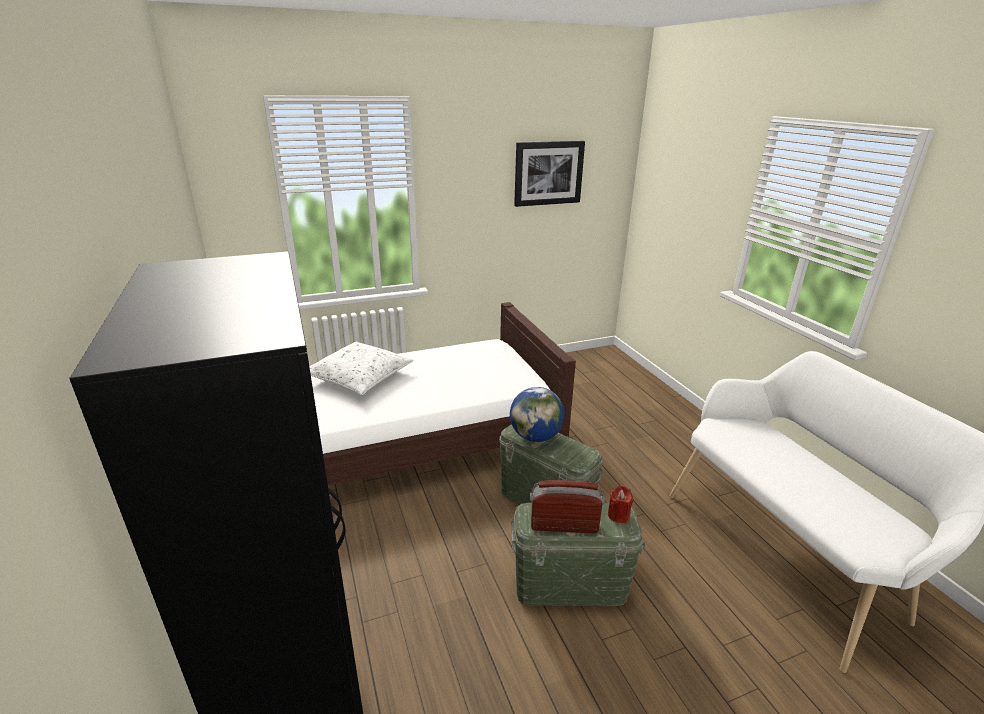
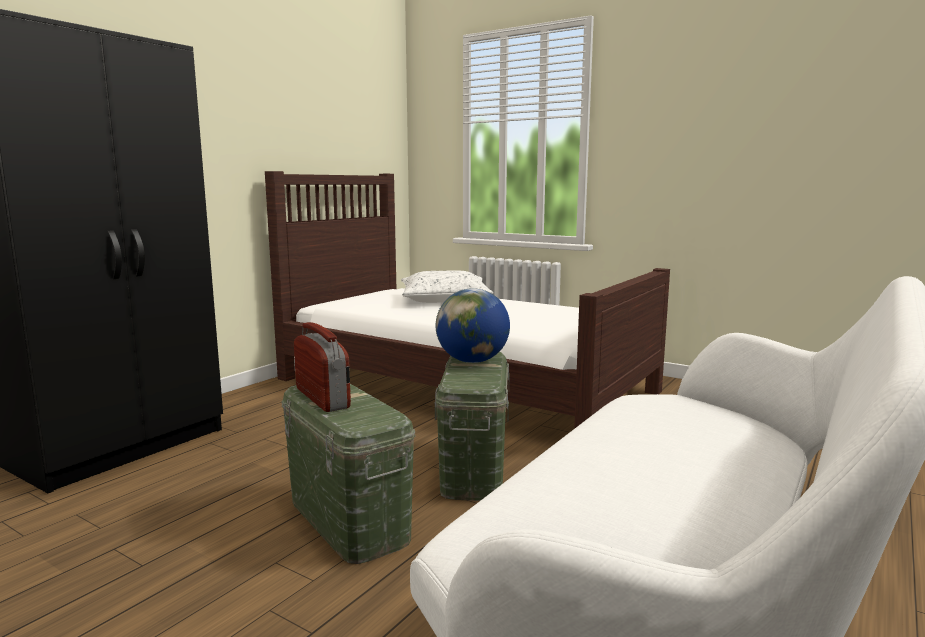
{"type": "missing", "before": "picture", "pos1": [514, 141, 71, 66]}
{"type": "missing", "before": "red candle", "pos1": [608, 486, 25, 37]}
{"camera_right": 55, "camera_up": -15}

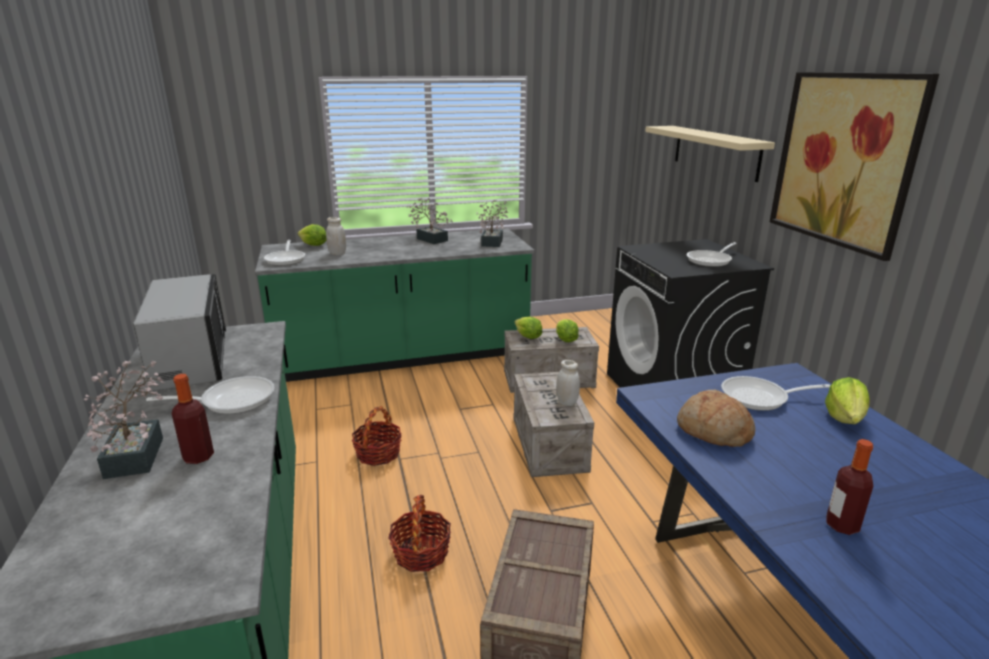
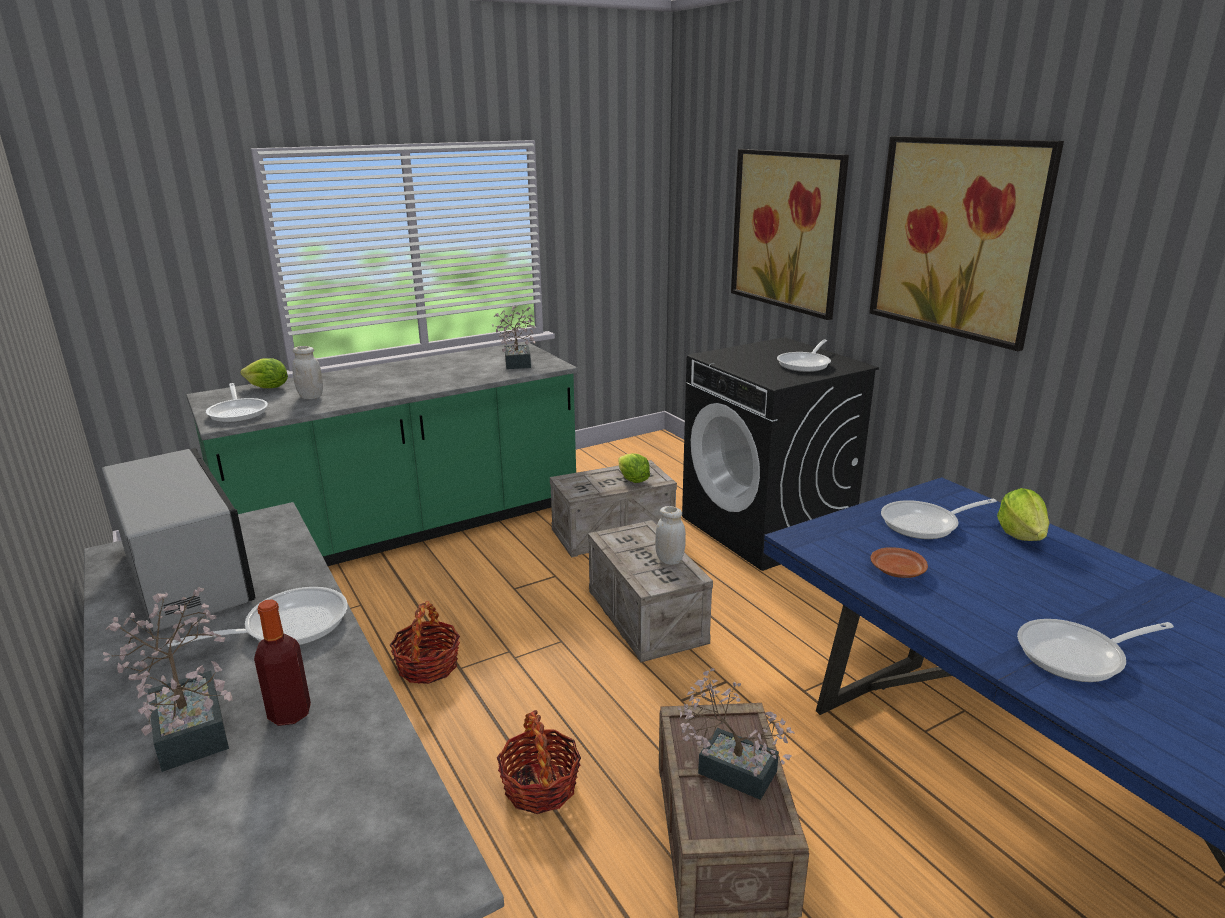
{"type": "exchanged", "before": "beige shelf", "after": "picture", "pos1": [645, 126, 130, 56], "pos2": [731, 149, 118, 171]}
{"type": "relocated", "before": "potted plant", "pos1": [407, 198, 46, 46], "pos2": [677, 668, 118, 132]}
{"type": "missing", "before": "lettuce", "pos1": [515, 316, 28, 23]}
{"type": "exchanged", "before": "bread", "after": "brown plate", "pos1": [677, 390, 78, 57], "pos2": [871, 547, 57, 31]}
{"type": "exchanged", "before": "bottle", "after": "frying pan", "pos1": [826, 439, 47, 96], "pos2": [1017, 619, 157, 63]}
{"camera_right": -15, "camera_up": 0}

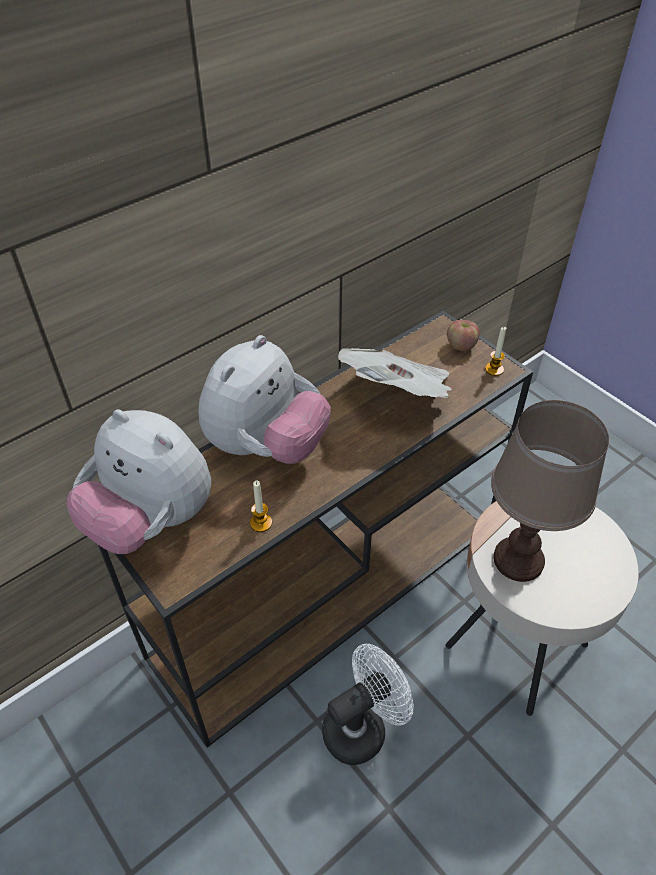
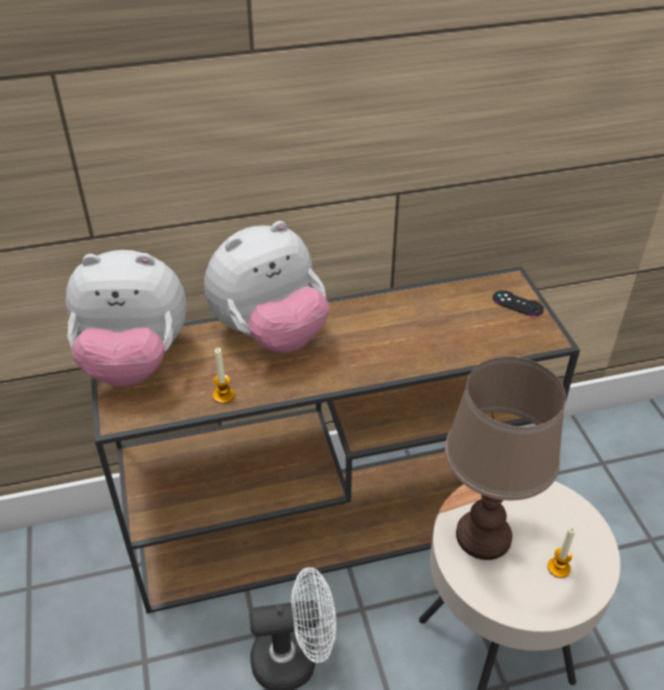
{"type": "exchanged", "before": "apple", "after": "black game controller", "pos1": [447, 320, 33, 31], "pos2": [493, 290, 51, 26]}
{"type": "relocated", "before": "candle", "pos1": [485, 327, 21, 49], "pos2": [547, 528, 28, 50]}
{"type": "missing", "before": "newspaper", "pos1": [338, 348, 114, 50]}
{"type": "spun", "before": "plush toy", "pos1": [67, 409, 144, 145], "pos2": [65, 250, 122, 137], "turn": -60}
{"camera_right": 25, "camera_up": -5}

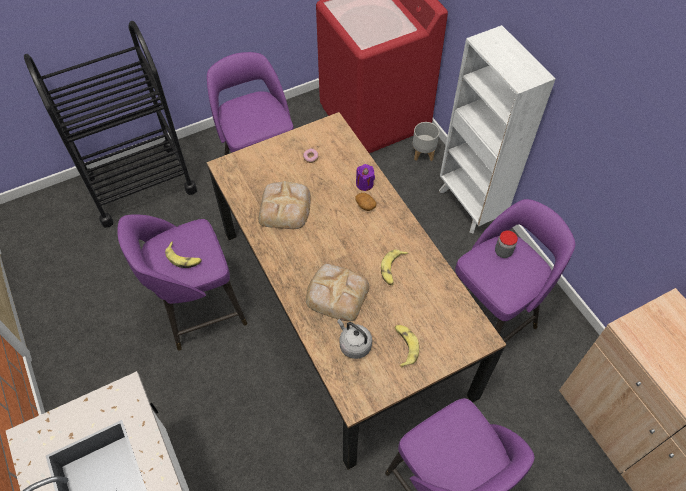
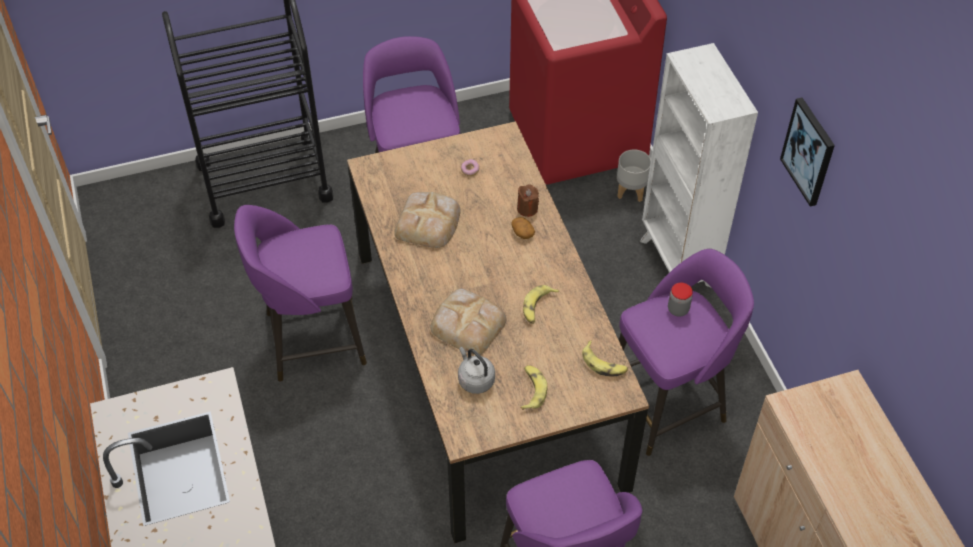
{"type": "colour", "before": "purple candle", "after": "brown candle", "pos1": [356, 164, 19, 27], "pos2": [517, 184, 22, 33]}
{"type": "relocated", "before": "banana", "pos1": [165, 242, 37, 26], "pos2": [582, 341, 46, 36]}
{"type": "appeared", "after": "picture", "pos2": [780, 98, 55, 109]}
{"camera_right": 10, "camera_up": -5}

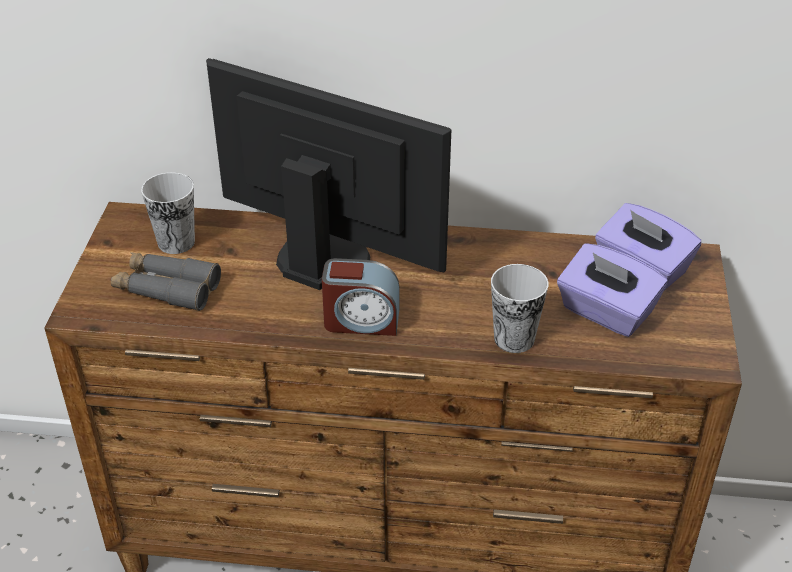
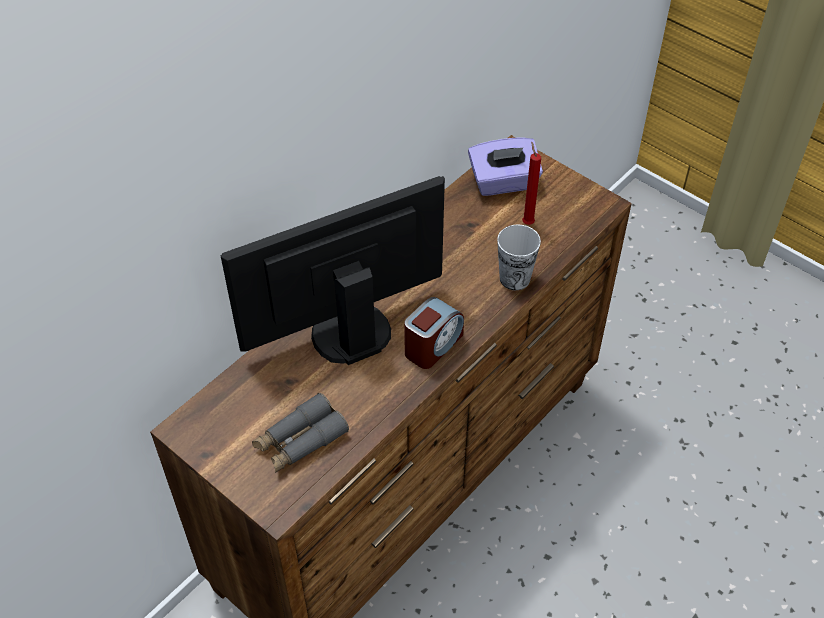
{"type": "missing", "before": "cup", "pos1": [141, 172, 54, 82]}
{"type": "exchanged", "before": "purple tissue box", "after": "red candle", "pos1": [557, 243, 110, 94], "pos2": [522, 142, 19, 83]}
{"camera_right": -55, "camera_up": 10}

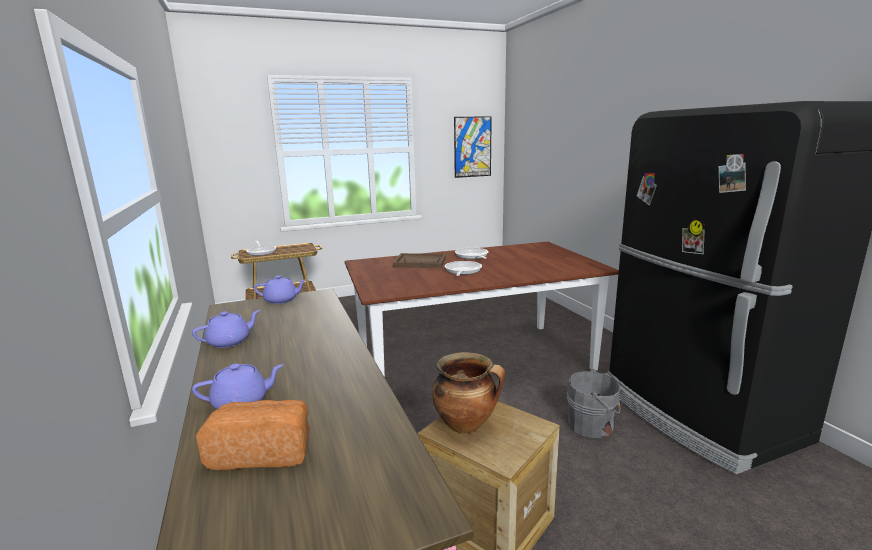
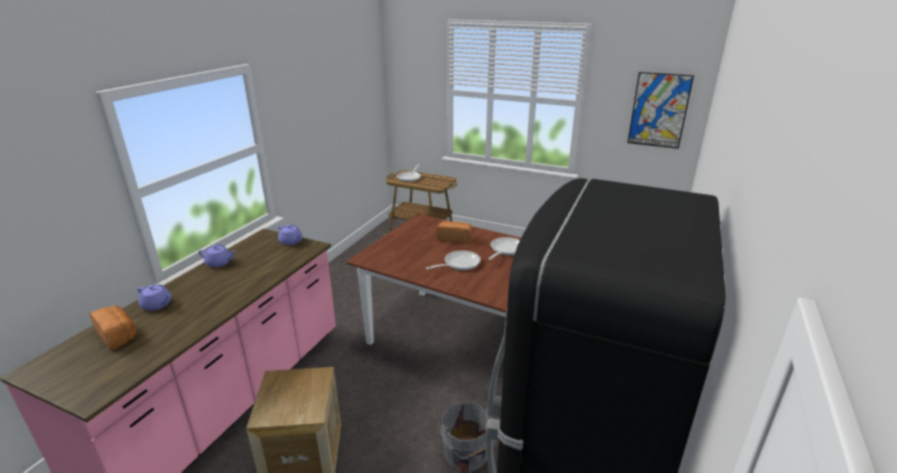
{"type": "exchanged", "before": "brown tray", "after": "bread", "pos1": [393, 253, 53, 15], "pos2": [437, 221, 35, 23]}
{"type": "missing", "before": "cooking pot", "pos1": [432, 352, 73, 81]}
{"camera_right": 45, "camera_up": 10}

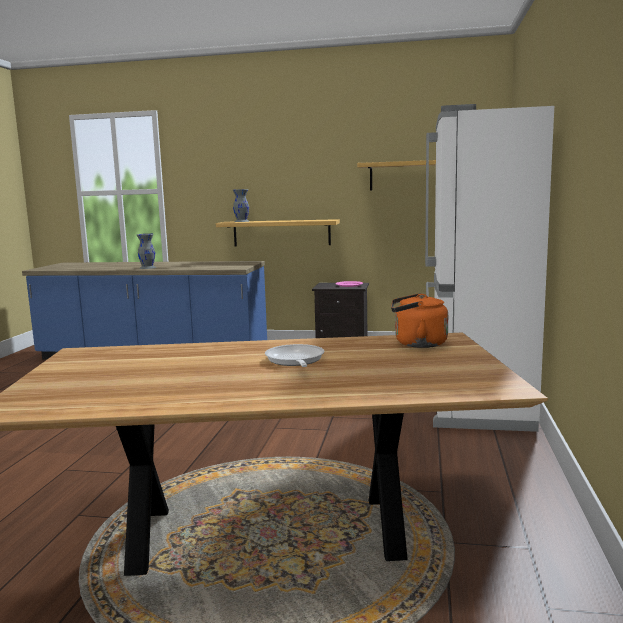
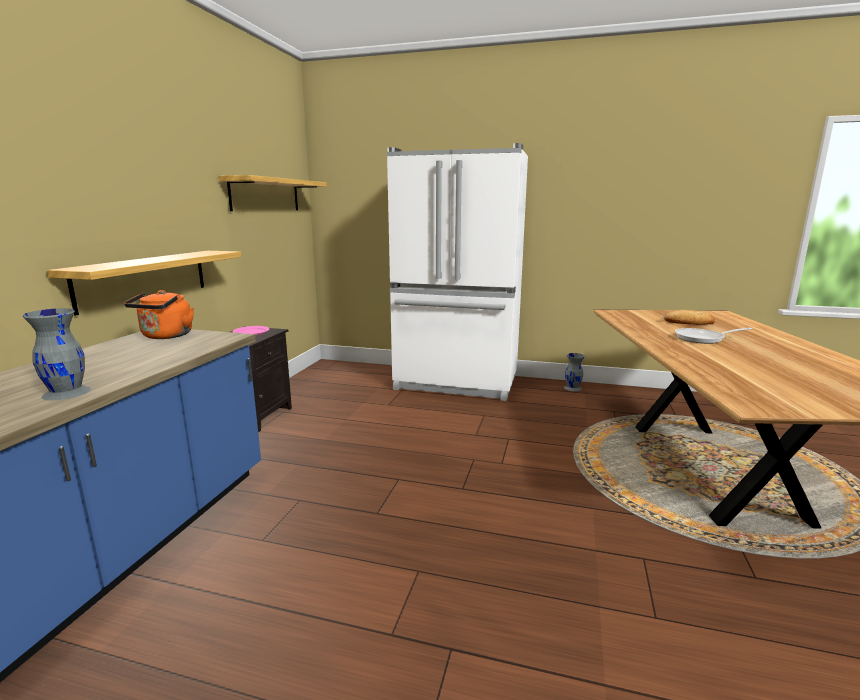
{"type": "relocated", "before": "grey vase", "pos1": [233, 189, 17, 33], "pos2": [564, 353, 21, 38]}
{"type": "relocated", "before": "orange kettle", "pos1": [391, 293, 57, 55], "pos2": [124, 290, 70, 49]}
{"type": "appeared", "after": "bread", "pos2": [664, 310, 51, 15]}
{"camera_right": -85, "camera_up": 5}

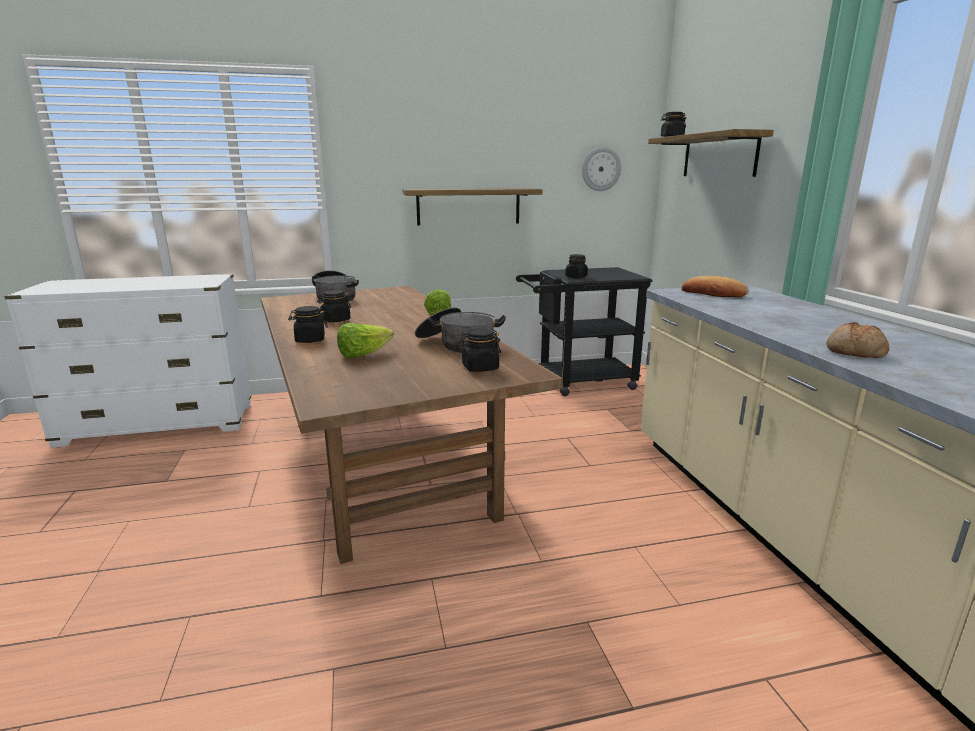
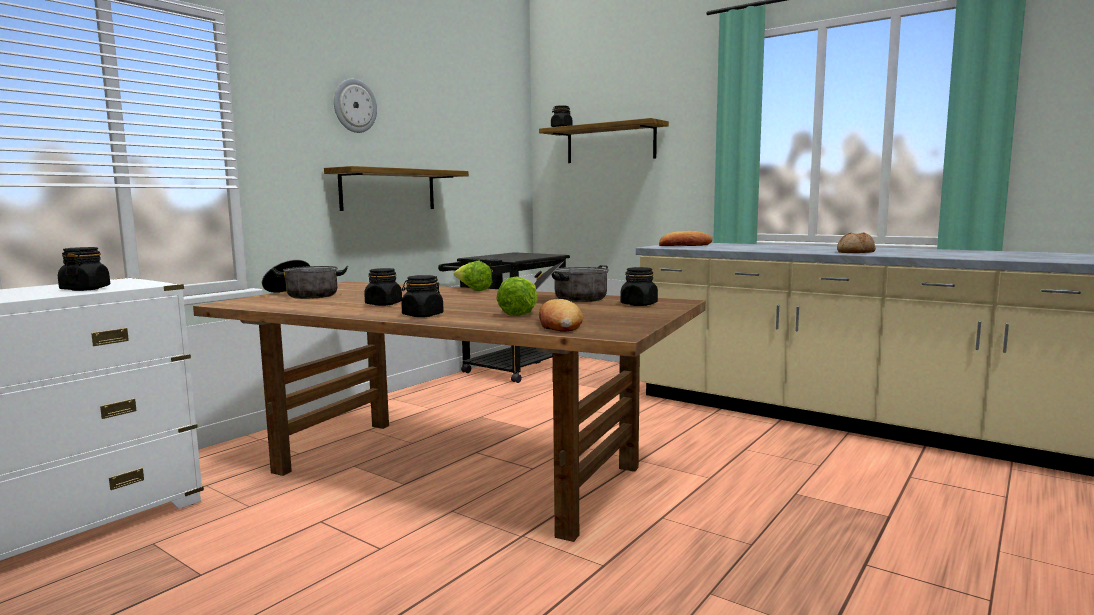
{"type": "relocated", "before": "wall clock", "pos1": [582, 147, 39, 44], "pos2": [334, 79, 43, 54]}
{"type": "relocated", "before": "black jar", "pos1": [565, 254, 23, 24], "pos2": [58, 247, 52, 44]}
{"type": "appeared", "after": "bread", "pos2": [539, 299, 44, 33]}
{"camera_right": -40, "camera_up": -10}

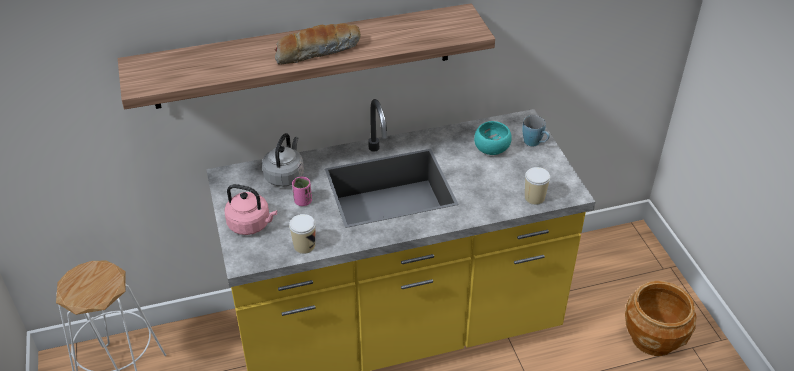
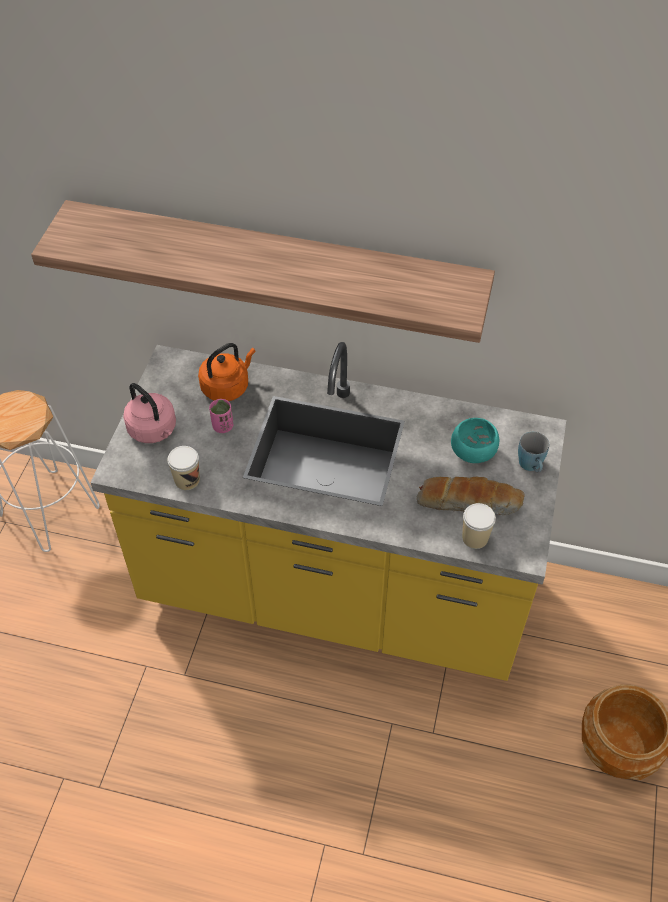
{"type": "relocated", "before": "bread", "pos1": [274, 23, 87, 42], "pos2": [417, 477, 108, 38]}
{"type": "colour", "before": "grey kettle", "after": "orange kettle", "pos1": [262, 133, 42, 54], "pos2": [198, 343, 58, 58]}
{"camera_right": 30, "camera_up": 10}

